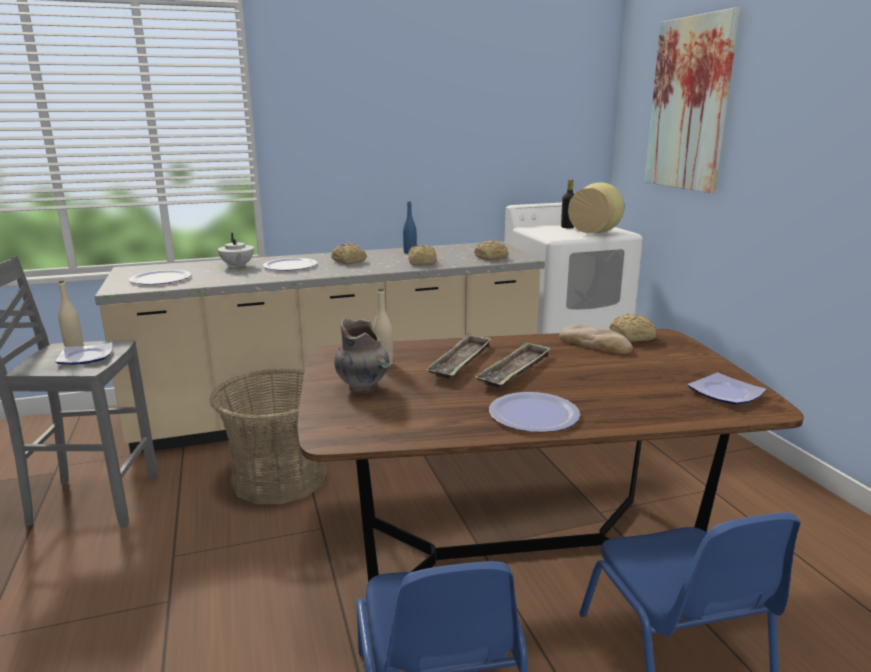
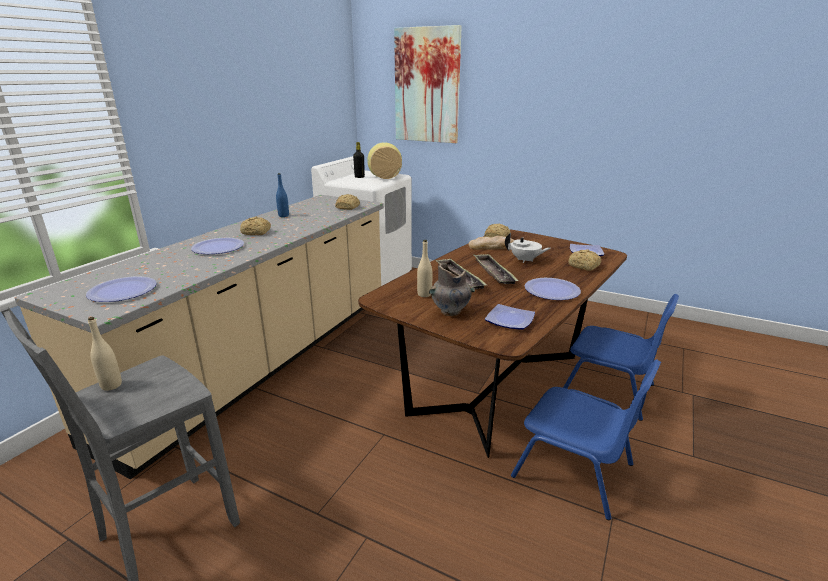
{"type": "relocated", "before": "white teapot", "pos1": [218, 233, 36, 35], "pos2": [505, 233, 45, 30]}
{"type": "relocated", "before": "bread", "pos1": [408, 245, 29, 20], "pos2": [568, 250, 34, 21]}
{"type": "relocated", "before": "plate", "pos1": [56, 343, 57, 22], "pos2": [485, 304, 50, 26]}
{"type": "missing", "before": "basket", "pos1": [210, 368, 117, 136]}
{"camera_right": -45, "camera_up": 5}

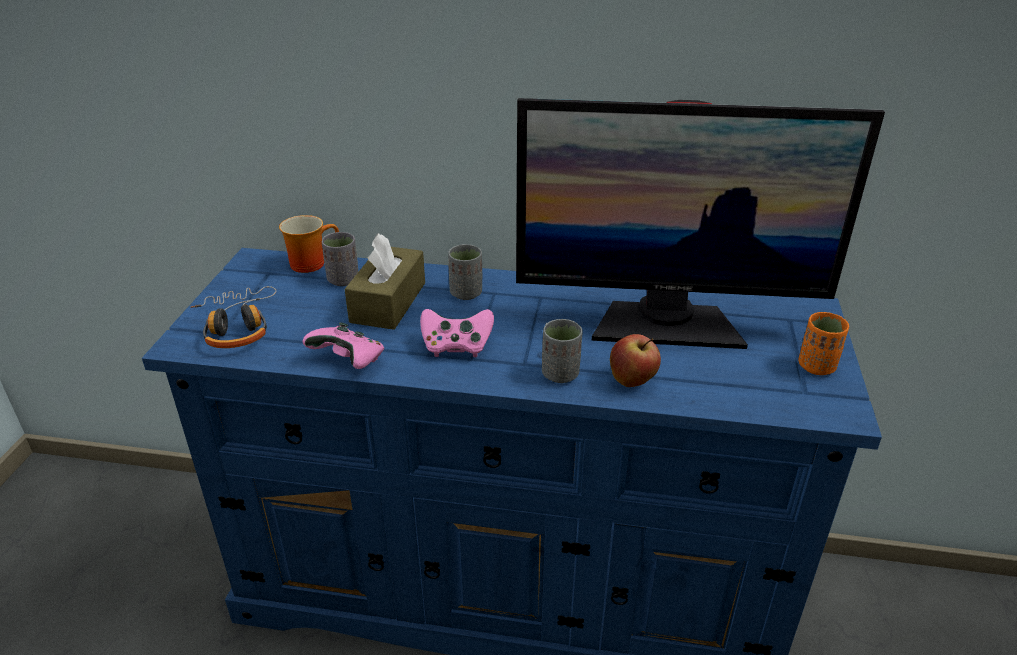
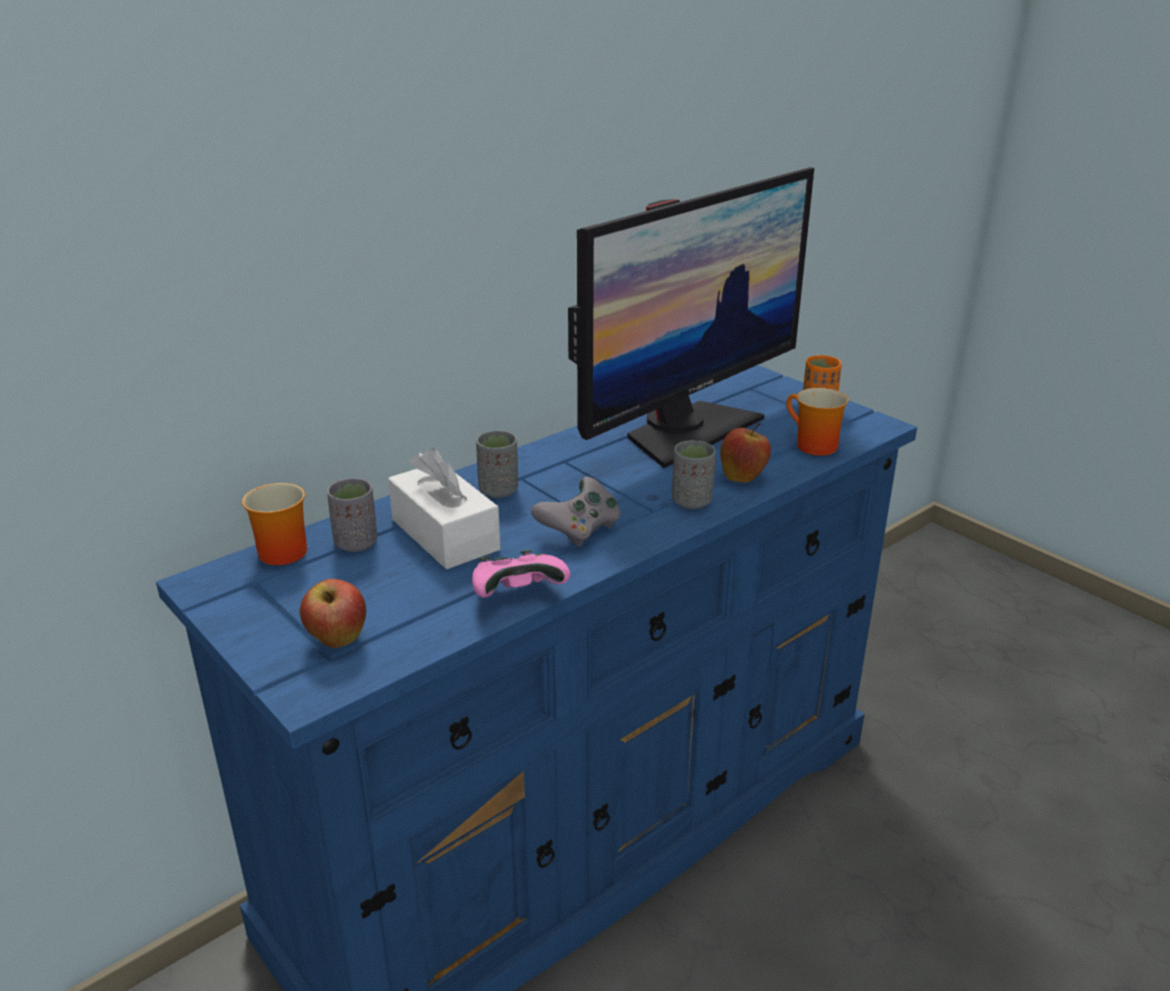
{"type": "colour", "before": "brown tissue box", "after": "white tissue box", "pos1": [344, 233, 81, 97], "pos2": [388, 448, 112, 121]}
{"type": "exchanged", "before": "headphones", "after": "apple", "pos1": [190, 286, 87, 62], "pos2": [300, 579, 66, 69]}
{"type": "colour", "before": "pink game controller", "after": "grey game controller", "pos1": [420, 309, 74, 48], "pos2": [531, 477, 90, 70]}
{"type": "appeared", "after": "mug", "pos2": [786, 388, 63, 68]}
{"camera_right": -50, "camera_up": -5}

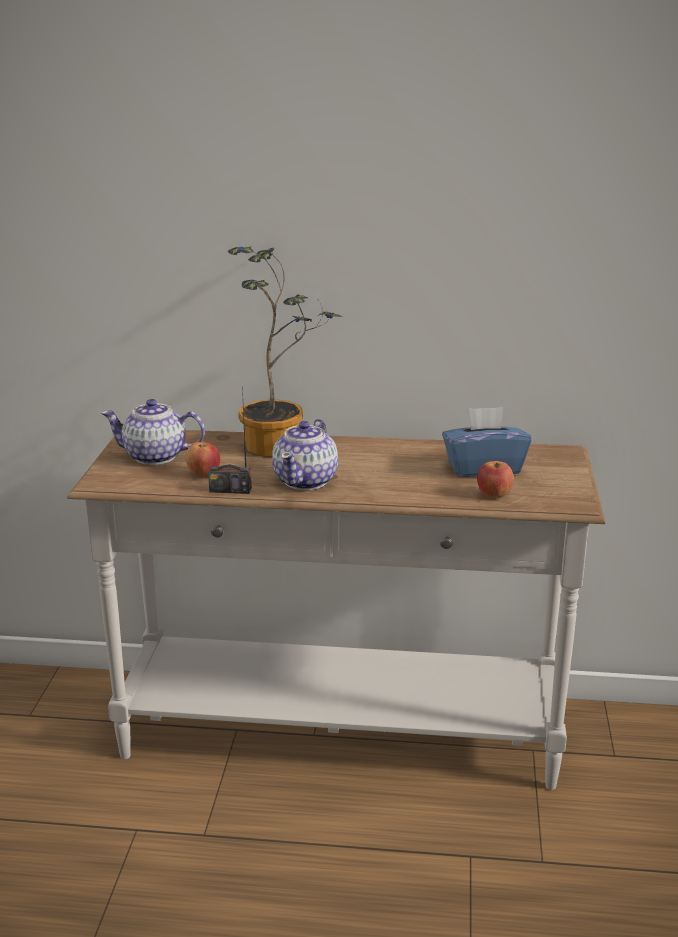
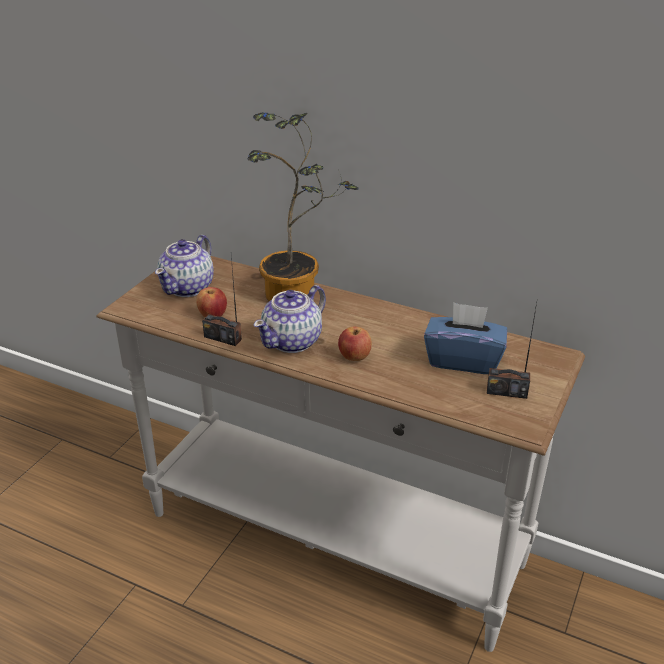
{"type": "spun", "before": "teapot", "pos1": [101, 399, 104, 66], "pos2": [155, 235, 59, 62], "turn": -90}
{"type": "relocated", "before": "apple", "pos1": [477, 461, 37, 37], "pos2": [338, 327, 34, 34]}
{"type": "appeared", "after": "radio", "pos2": [487, 303, 50, 96]}
{"camera_right": 20, "camera_up": 10}

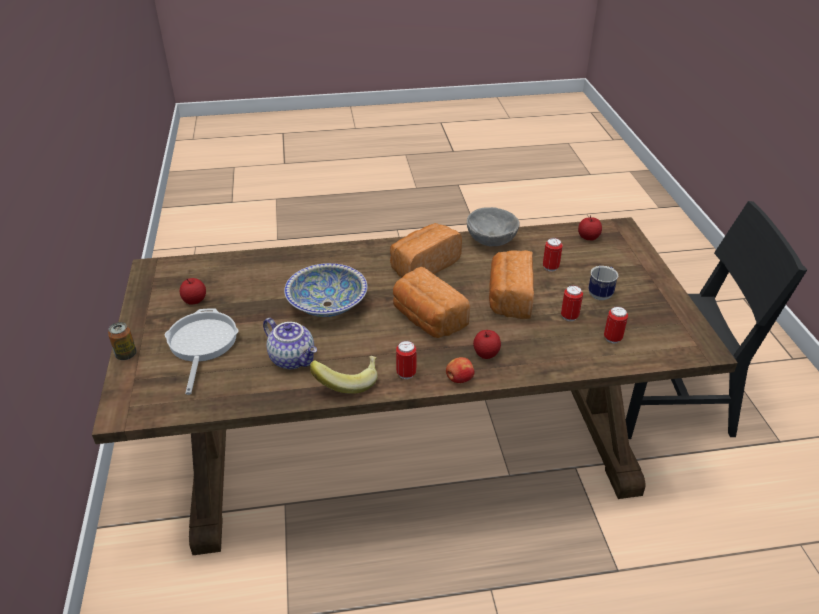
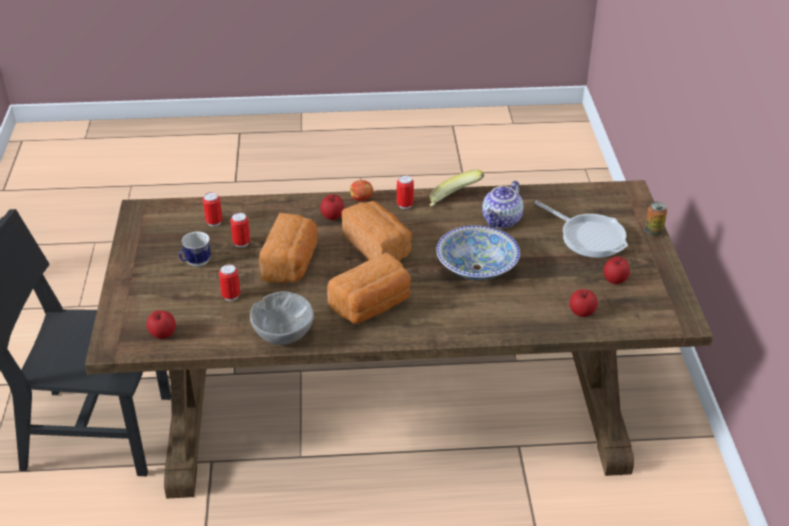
{"type": "spun", "before": "frying pan", "pos1": [165, 308, 74, 87], "pos2": [534, 200, 94, 58], "turn": -45}
{"type": "spun", "before": "teapot", "pos1": [263, 318, 54, 51], "pos2": [482, 181, 41, 47], "turn": -105}
{"type": "appeared", "after": "apple", "pos2": [569, 289, 29, 28]}
{"camera_right": -175, "camera_up": 0}

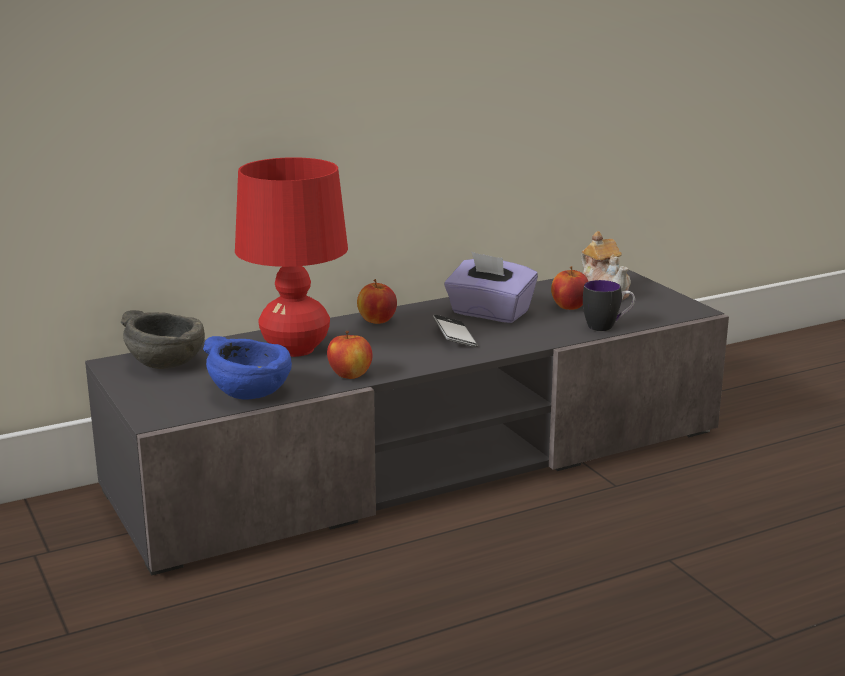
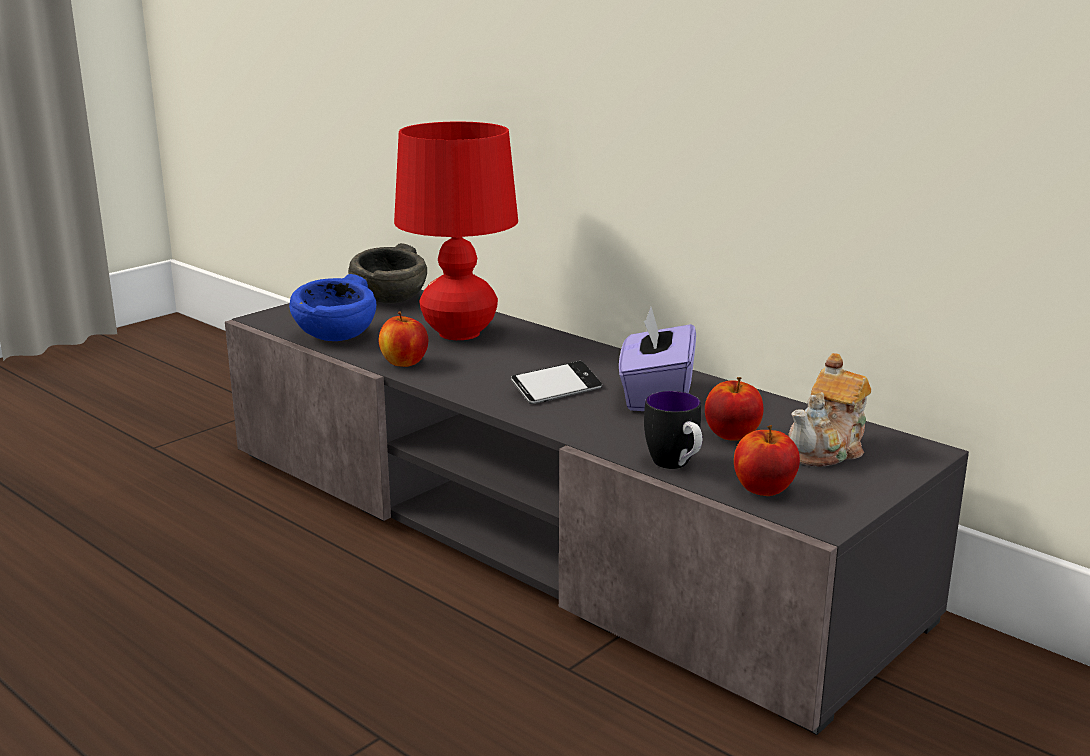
{"type": "relocated", "before": "apple", "pos1": [357, 279, 40, 45], "pos2": [734, 425, 66, 71]}
{"camera_right": 70, "camera_up": 0}

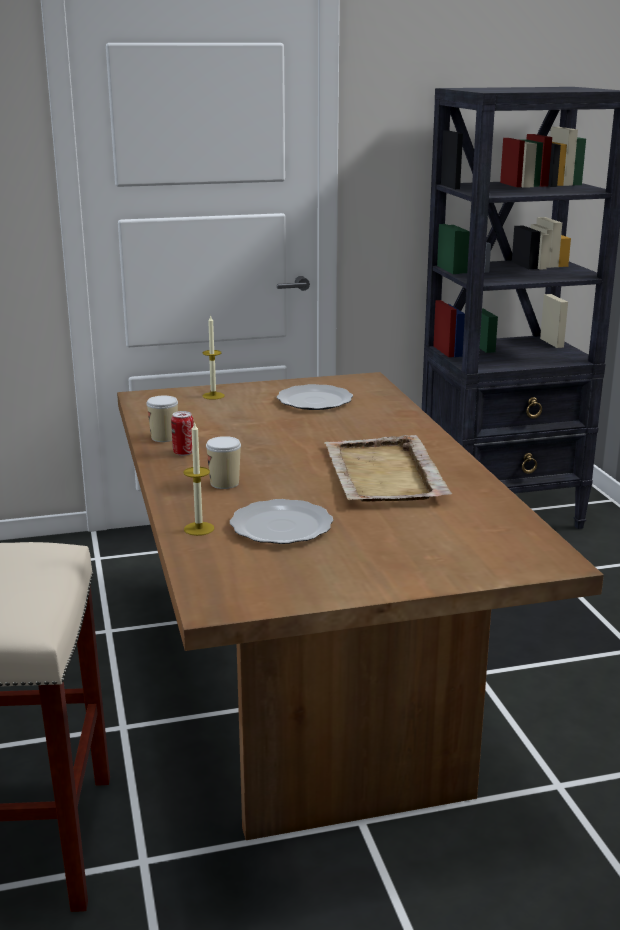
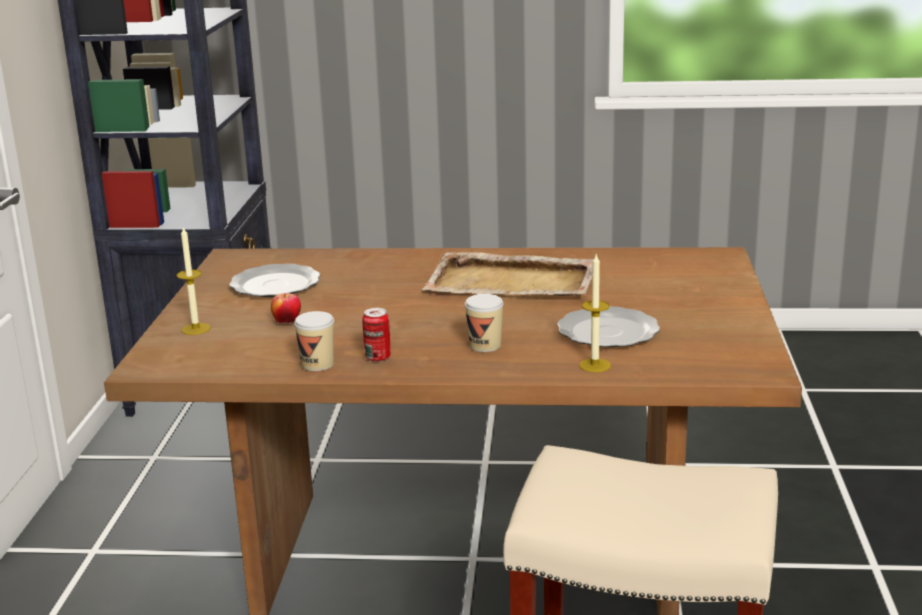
{"type": "appeared", "after": "apple", "pos2": [271, 293, 30, 30]}
{"camera_right": -70, "camera_up": 0}

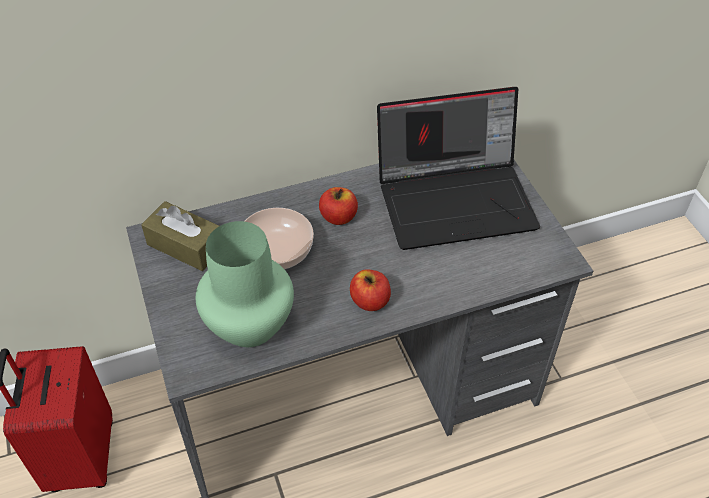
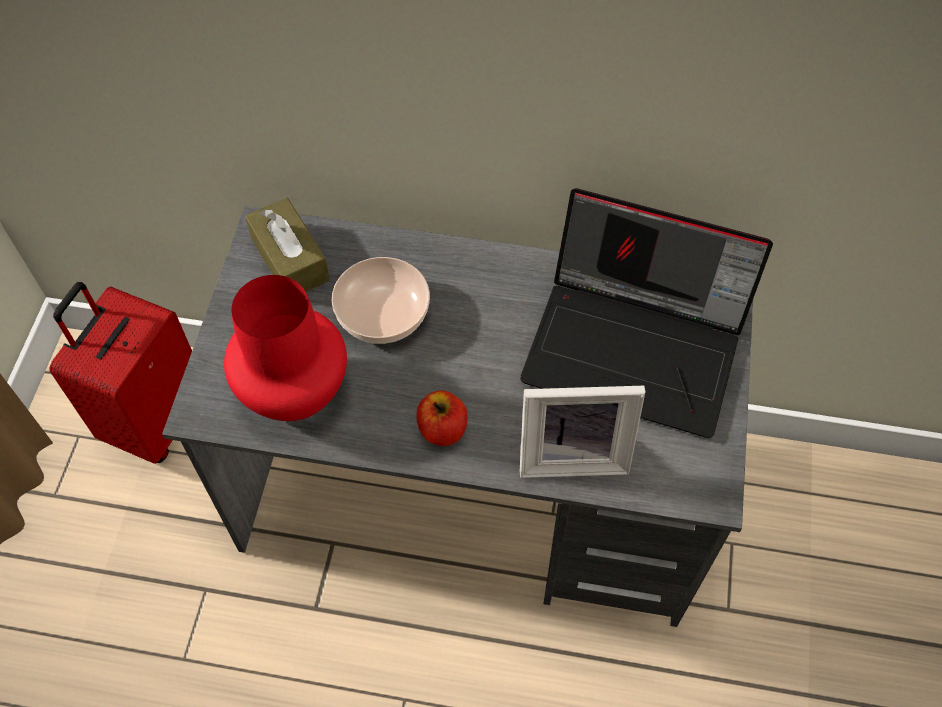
{"type": "missing", "before": "apple", "pos1": [319, 187, 39, 38]}
{"type": "colour", "before": "green vase", "after": "red vase", "pos1": [196, 221, 98, 126], "pos2": [224, 275, 123, 146]}
{"type": "appeared", "after": "picture frame", "pos2": [520, 386, 125, 92]}
{"camera_right": 30, "camera_up": 10}

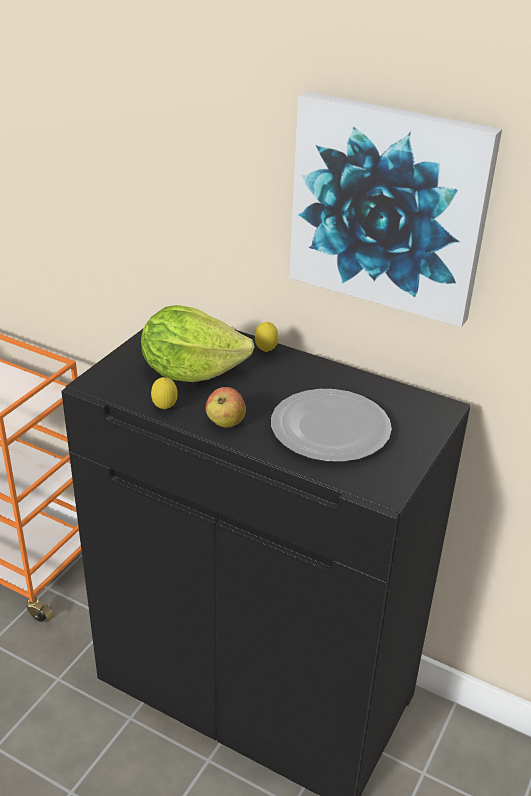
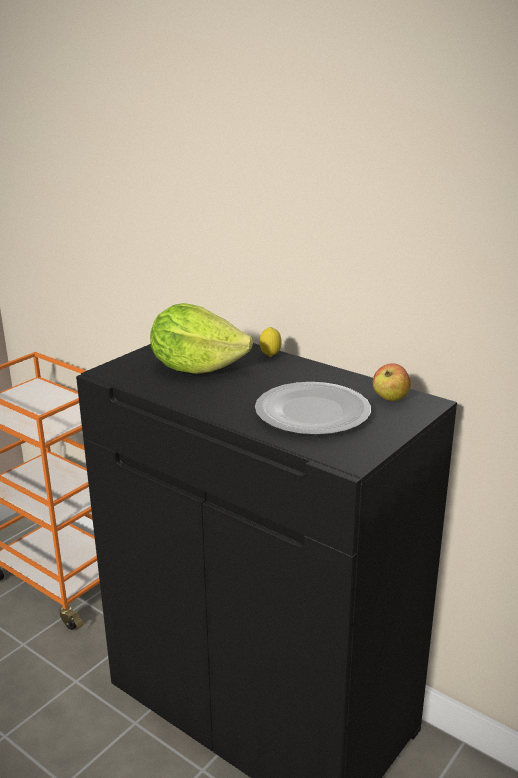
{"type": "missing", "before": "picture", "pos1": [289, 91, 213, 236]}
{"type": "missing", "before": "lemon", "pos1": [151, 377, 27, 32]}
{"type": "relocated", "before": "apple", "pos1": [205, 387, 41, 41], "pos2": [373, 363, 38, 38]}
{"camera_right": 10, "camera_up": -10}

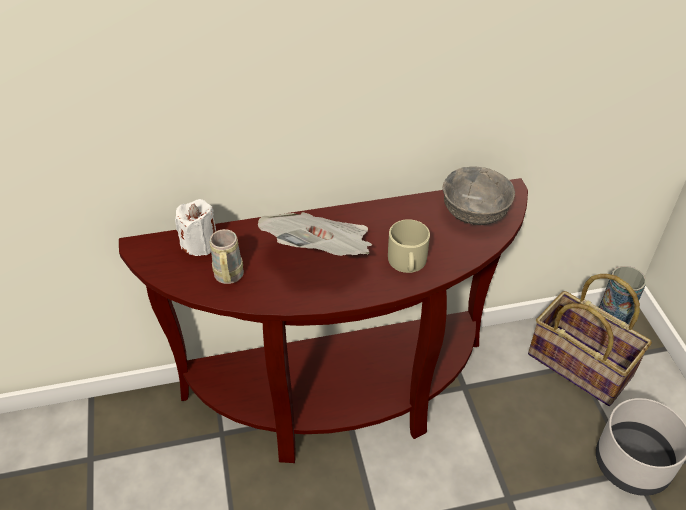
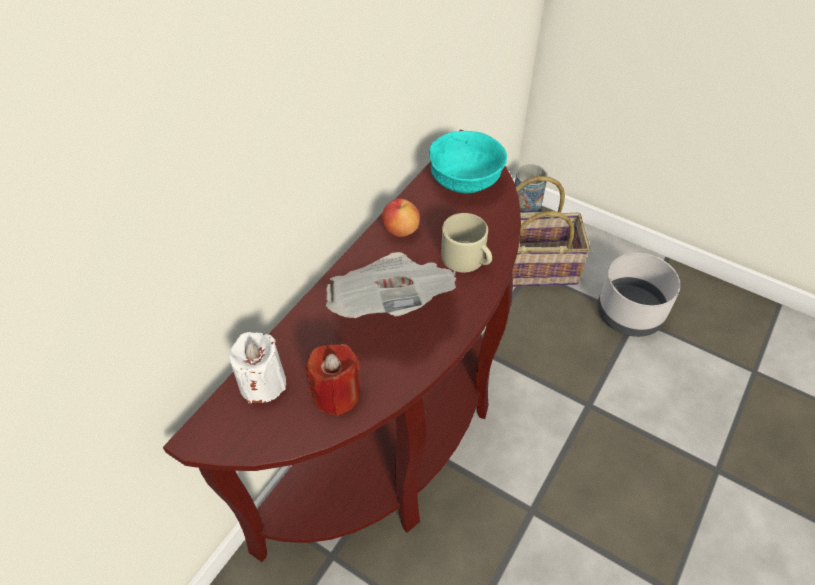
{"type": "colour", "before": "grey bowl", "after": "turquoise bowl", "pos1": [443, 166, 72, 59], "pos2": [429, 131, 78, 63]}
{"type": "exchanged", "before": "beige mug", "after": "red candle", "pos1": [210, 229, 34, 55], "pos2": [306, 344, 54, 72]}
{"type": "appeared", "after": "apple", "pos2": [382, 198, 38, 39]}
{"camera_right": -45, "camera_up": 5}

